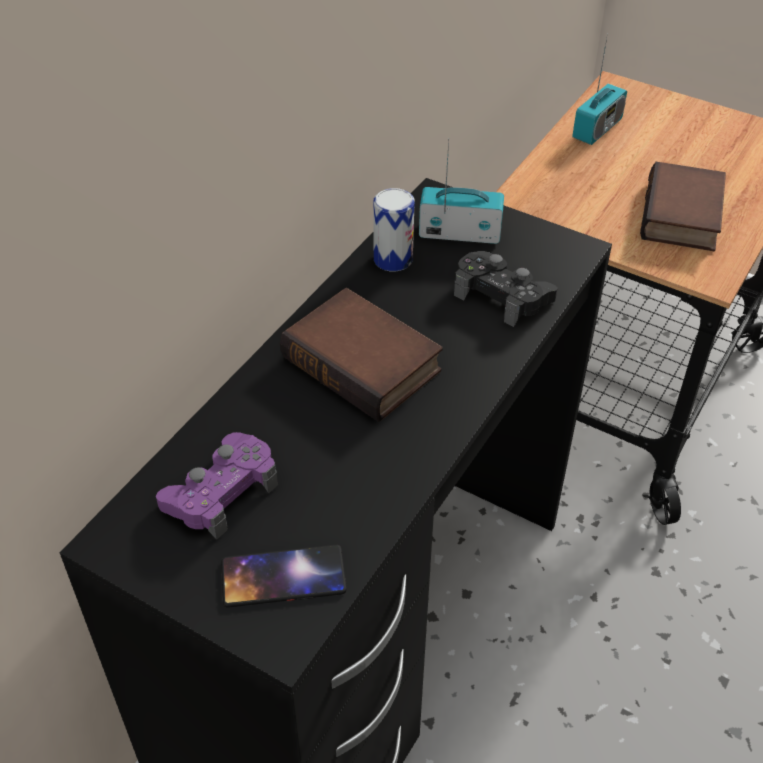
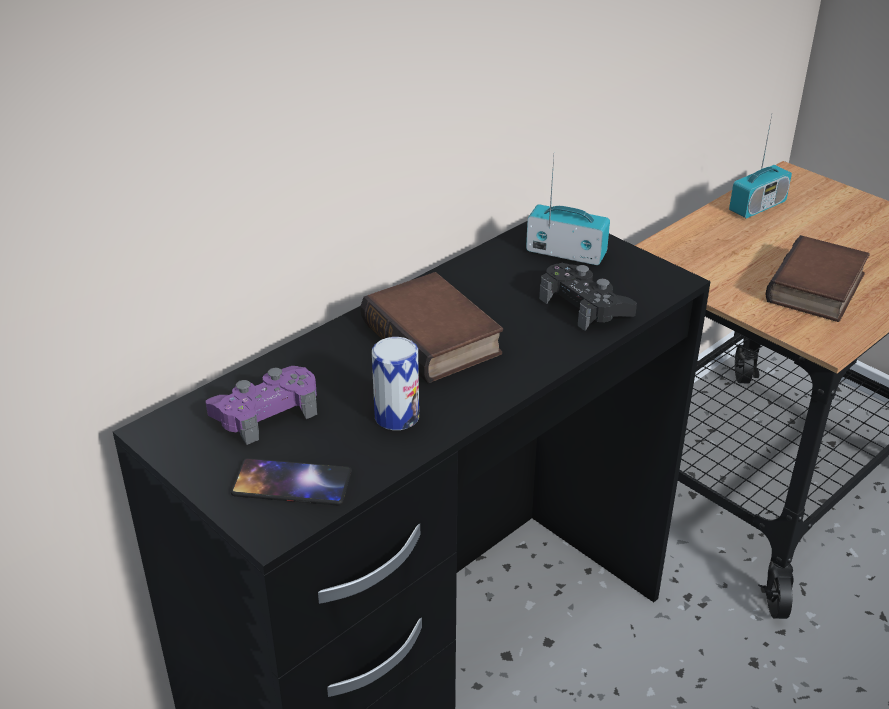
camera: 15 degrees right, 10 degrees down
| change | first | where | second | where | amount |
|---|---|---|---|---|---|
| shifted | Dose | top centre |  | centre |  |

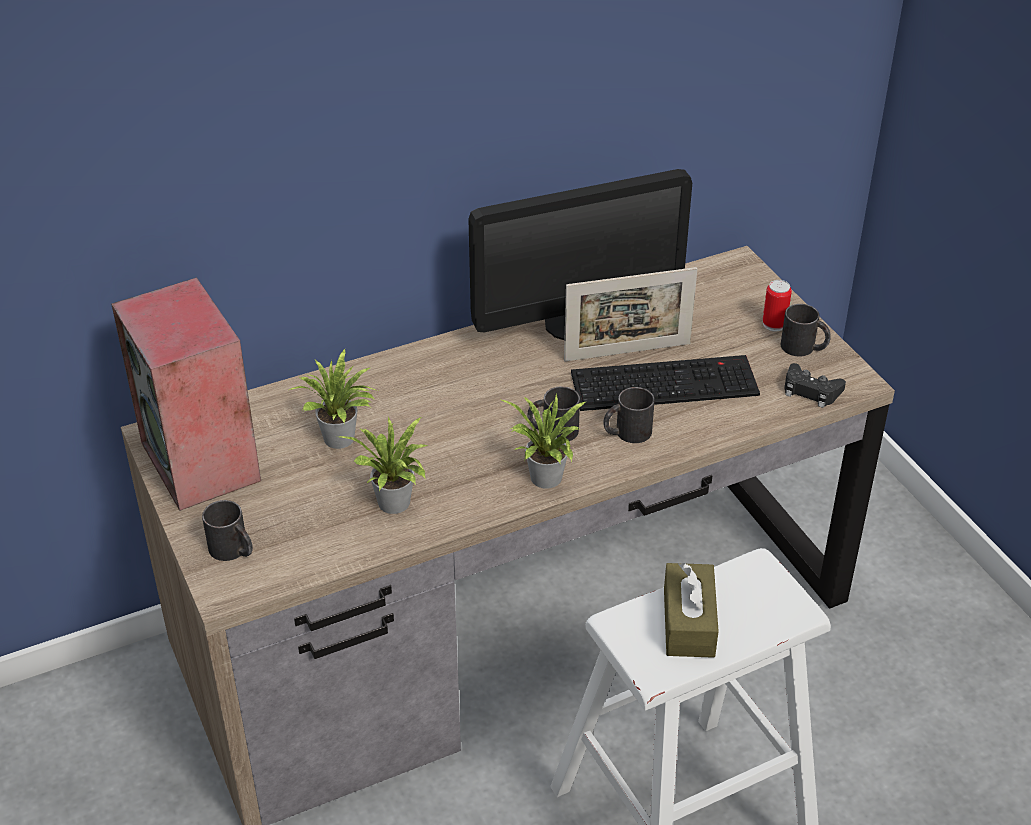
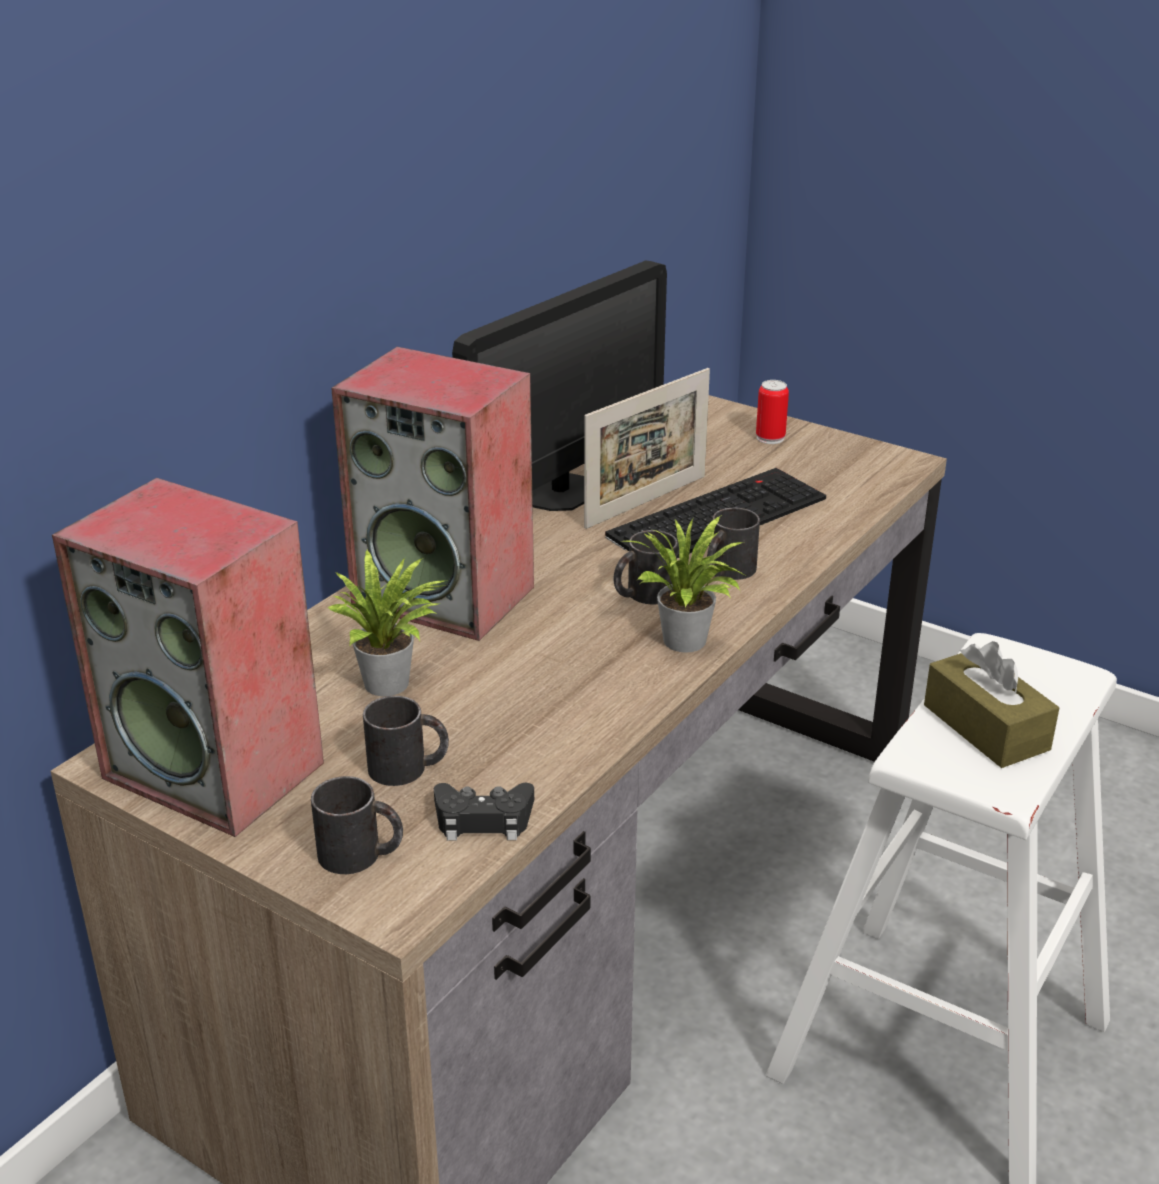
camera: 30 degrees left, 10 degrees down
| change | first | where | second | where | amount |
|---|---|---|---|---|---|
| new |  |  | Lautsprecher (no. 2 from left) | centre |  |
| shifted | Henkelbecher (schwarz) (no. 4 from left in the first image) | middle right | Henkelbecher (schwarz) (no. 2 from left) | centre |  |
| shifted | Gamepad (schwarz) | middle right |  | bottom centre |  |
| gone | Topfpflanze (no. 2 from left) | centre |  |  |  |

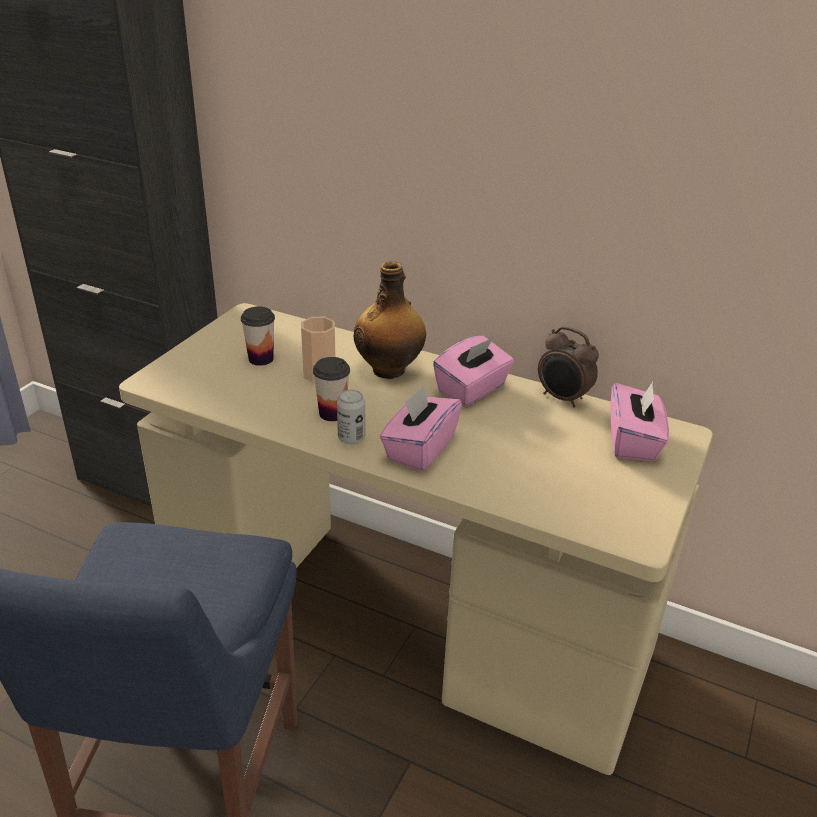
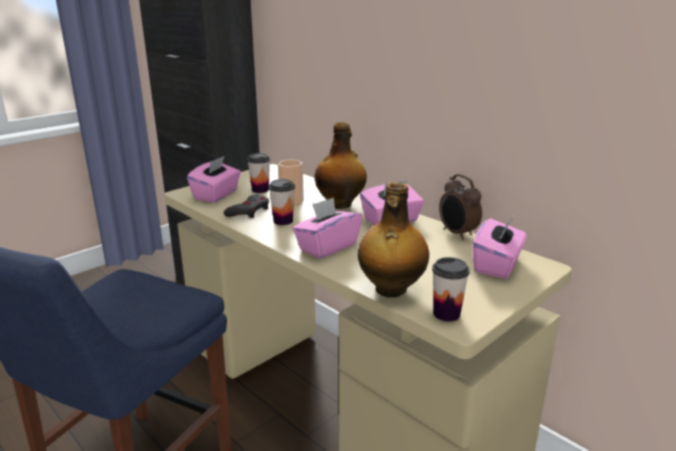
camera: 20 degrees right, 10 degrees down
| change | first | where | second | where | amount |
|---|---|---|---|---|---|
| new |  |  | Taschentuchbox (rosa) (no. 1 from left) | middle left |  |
| new |  |  | Gamepad (grau) | centre |  |
| new |  |  | Flasche (no. 2 from left) | centre |  |
| new |  |  | Tasse (no. 4 from left) | middle right |  |
| gone | Dose | centre |  |  |  |

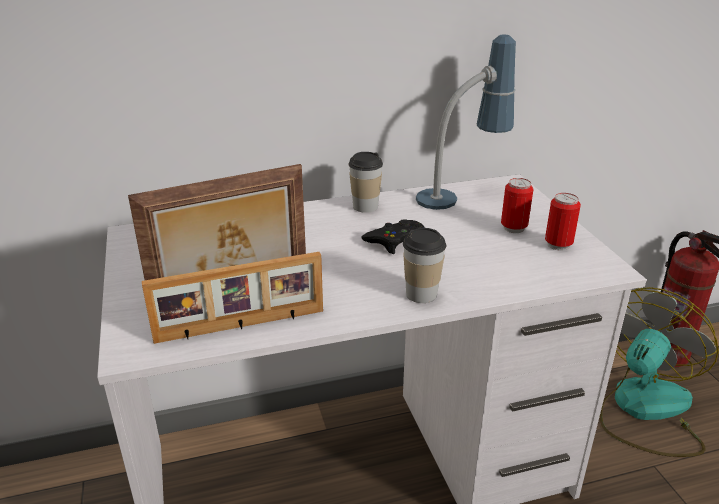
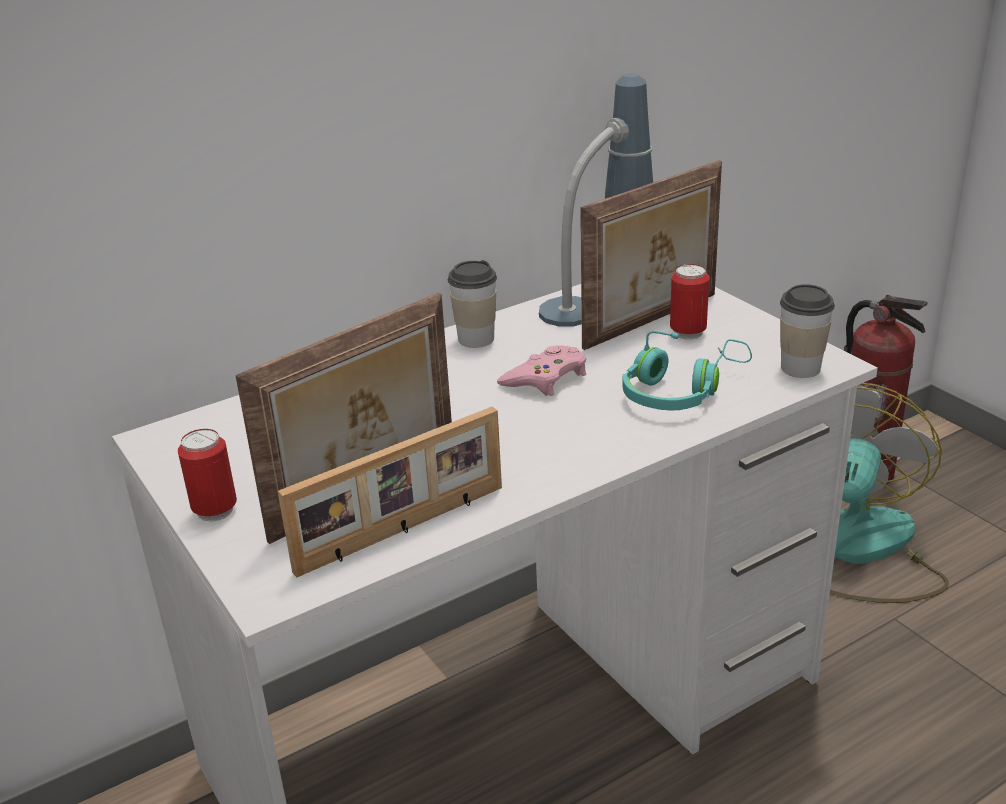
camera: 15 degrees left, 0 degrees up
| change | first | where | second | where | amount |
|---|---|---|---|---|---|
| shifted | Dose (no. 2 from left in the first image) | middle right | Dose (no. 1 from left) | middle left |  |
| repainted | Gamepad (schwarz) | centre | Gamepad (rosa) | centre |  |
| new |  |  | Bilderrahmen (no. 3 from left) | top centre |  |
| new |  |  | Kopfhörer (türkis) | middle right |  |
| shifted | Tasse (no. 2 from left) | centre |  | middle right |  |

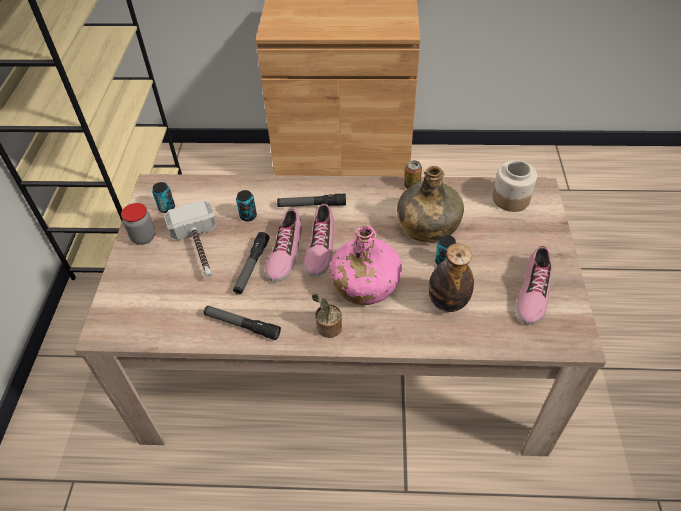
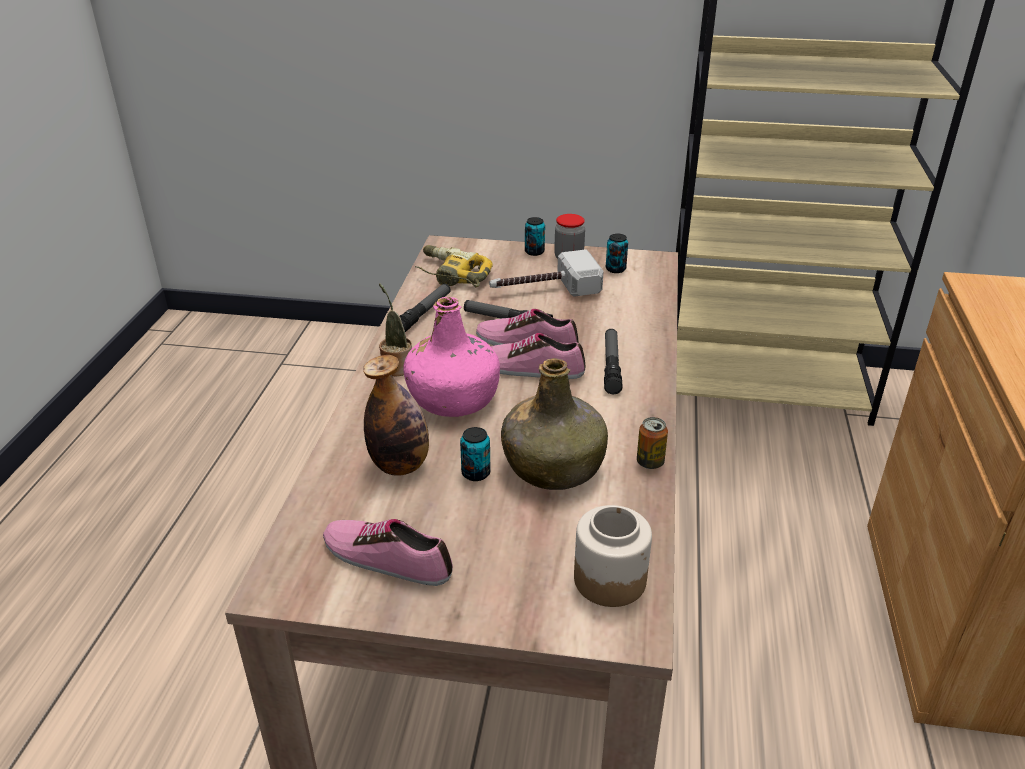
camera: 95 degrees right, 15 degrees down
| change | first | where | second | where | amount |
|---|---|---|---|---|---|
| new |  |  | Bohrmaschine | centre |  |
| shifted | Dose (no. 2 from left) | centre |  | top centre |  |

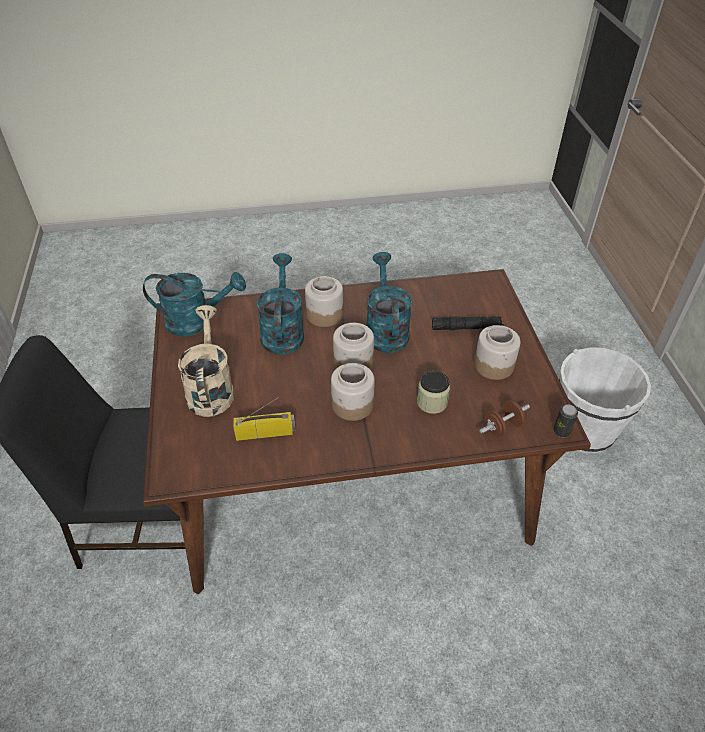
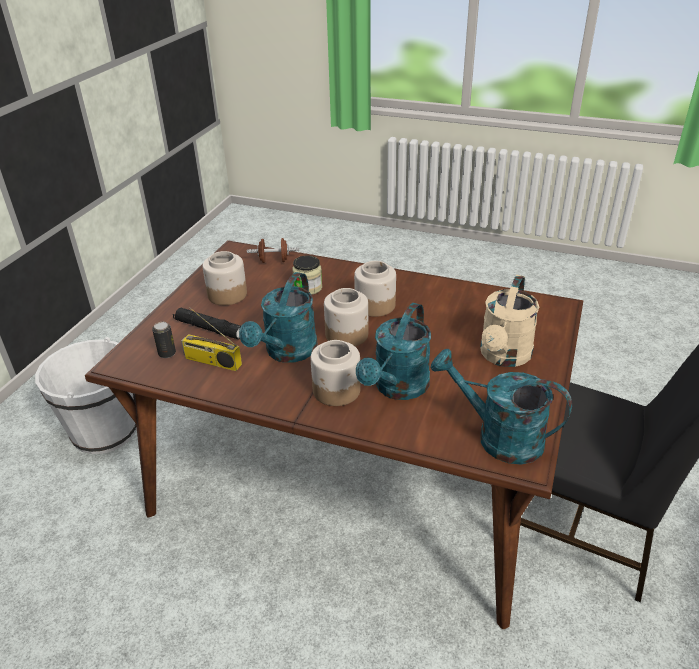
camera: 150 degrees left, 10 degrees down
| change | first | where | second | where | amount |
|---|---|---|---|---|---|
| shifted | Dose | middle right |  | middle left |  |
| shifted | Radio | centre |  | middle left |  |

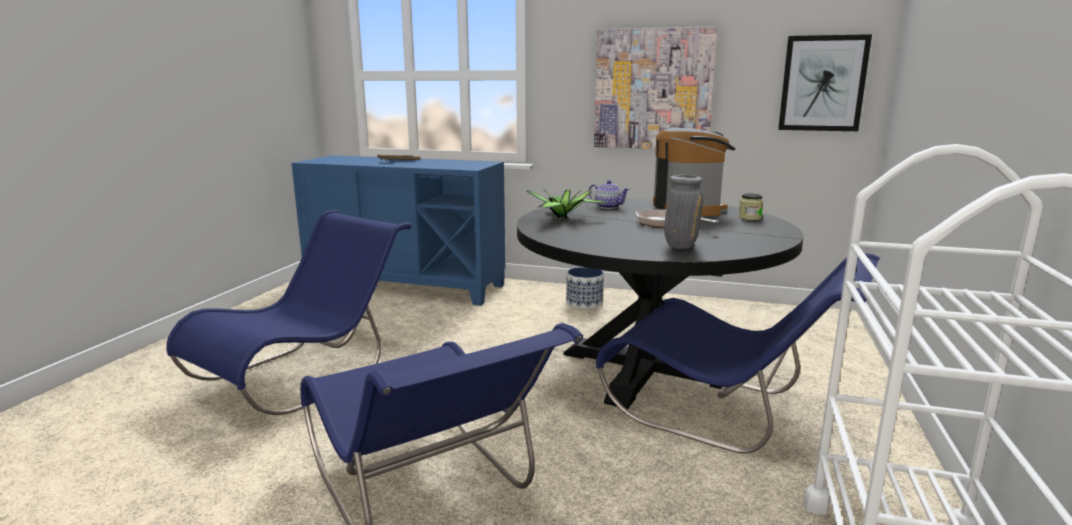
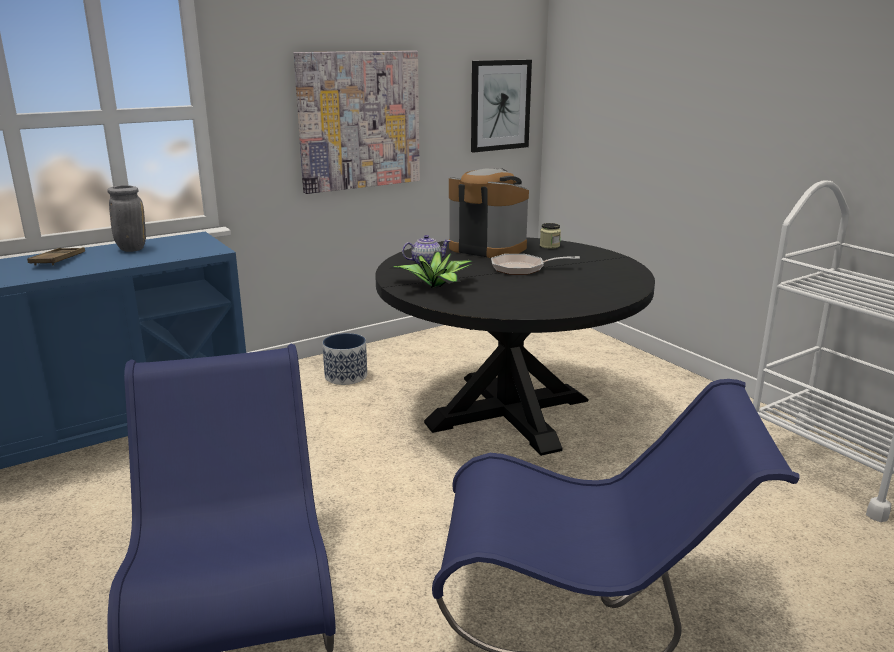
camera: 50 degrees left, 5 degrees up
| change | first | where | second | where | amount |
|---|---|---|---|---|---|
| shifted | Vase (grau) | centre |  | middle left |  |
| gone | Stuhl (blau) (no. 3 from left) | bottom right |  |  |  |

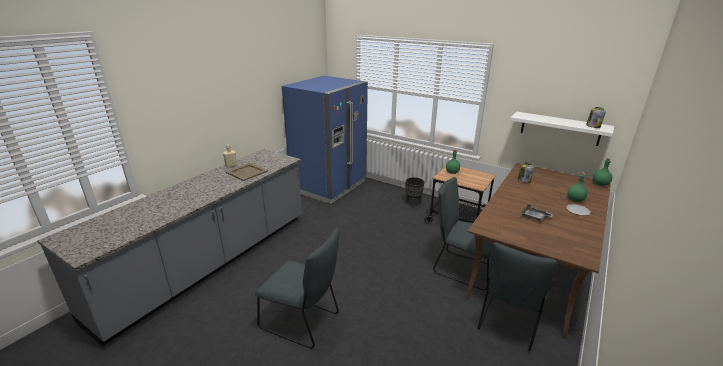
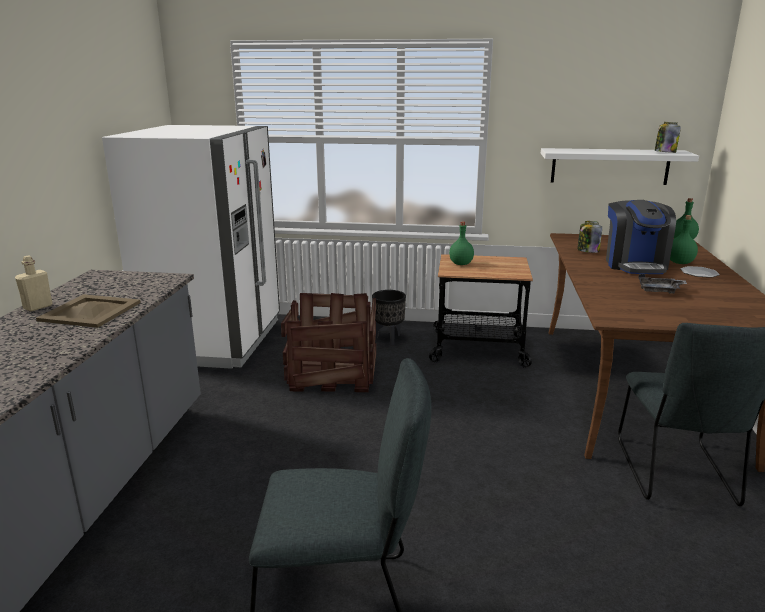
camera: 25 degrees left, 5 degrees down
| change | first | where | second | where | amount |
|---|---|---|---|---|---|
| repainted | Kühlschrank (blau) | centre | Kühlschrank (weiß) | middle left |  |
| new |  |  | Kiste | centre |  |
| new |  |  | Kaffeemaschine | middle right |  |
| gone | Stuhl (grau) (no. 2 from left) | centre |  |  |  |

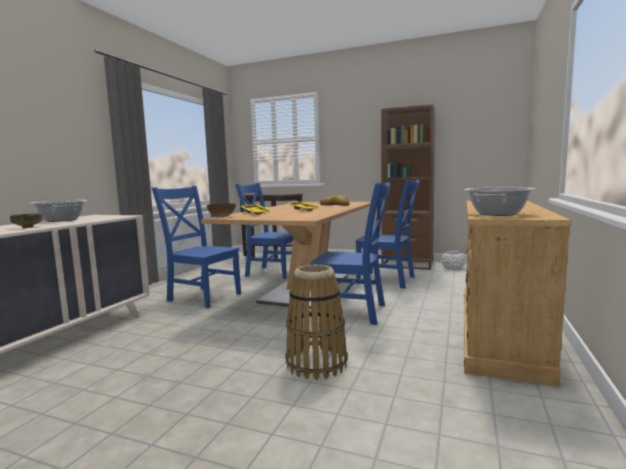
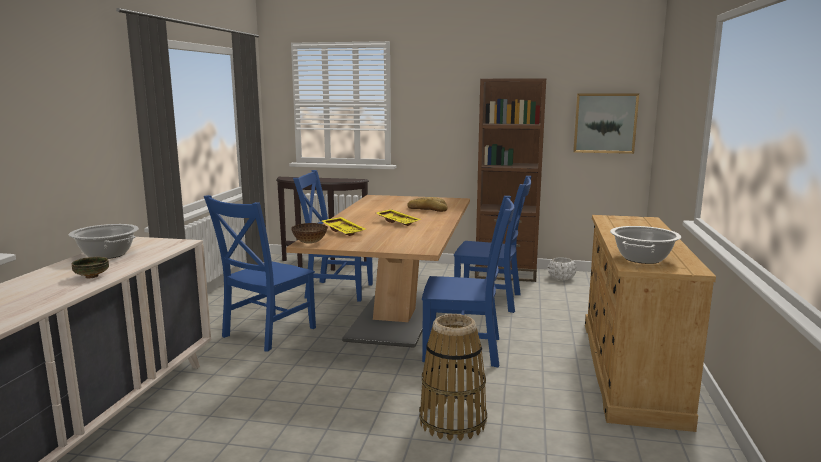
camera: 10 degrees left, 5 degrees up
| change | first | where | second | where | amount |
|---|---|---|---|---|---|
| rotated | Stuhl (blau) (no. 1 from left) | middle left |  | middle left | 75 degrees counterclockwise |
| new |  |  | Bild | top right |  |

